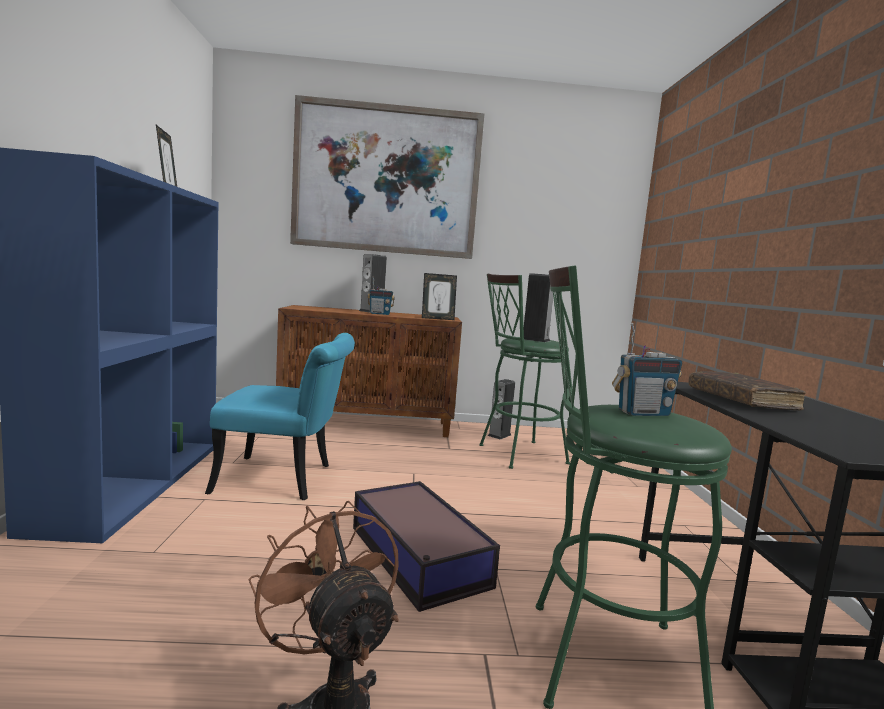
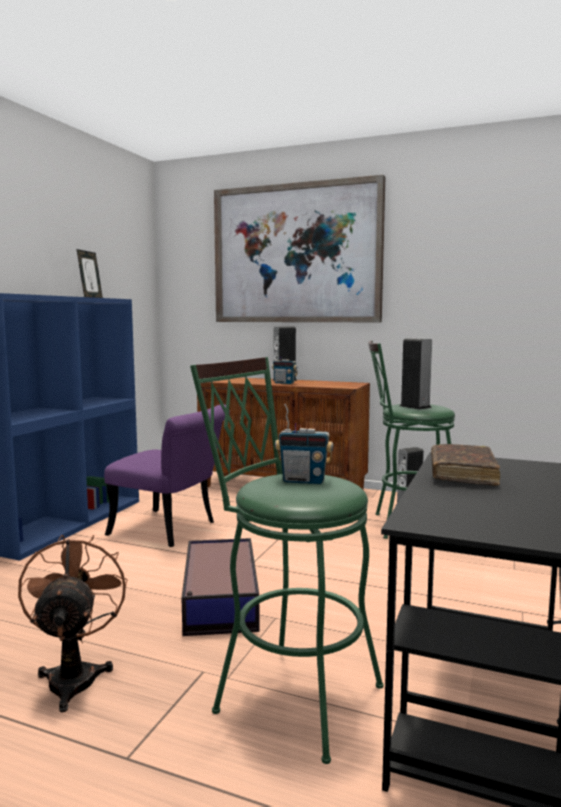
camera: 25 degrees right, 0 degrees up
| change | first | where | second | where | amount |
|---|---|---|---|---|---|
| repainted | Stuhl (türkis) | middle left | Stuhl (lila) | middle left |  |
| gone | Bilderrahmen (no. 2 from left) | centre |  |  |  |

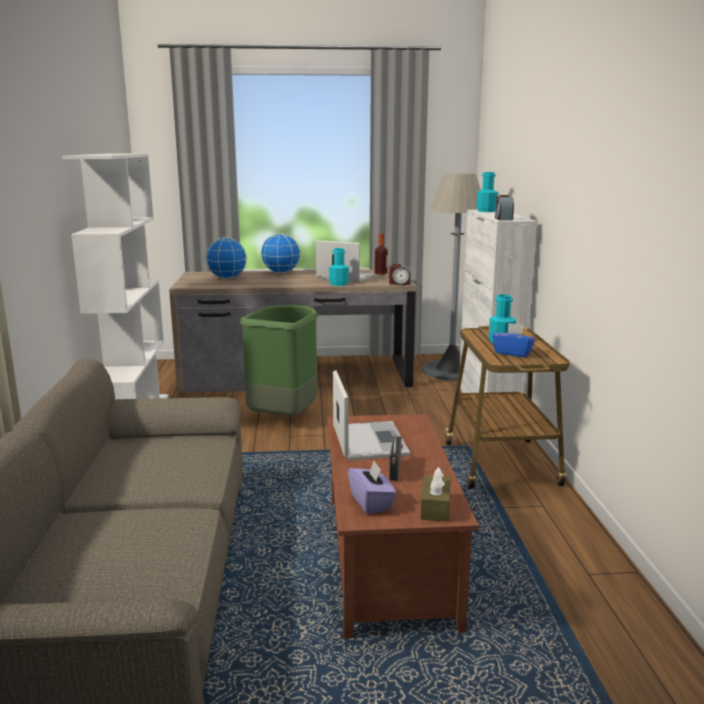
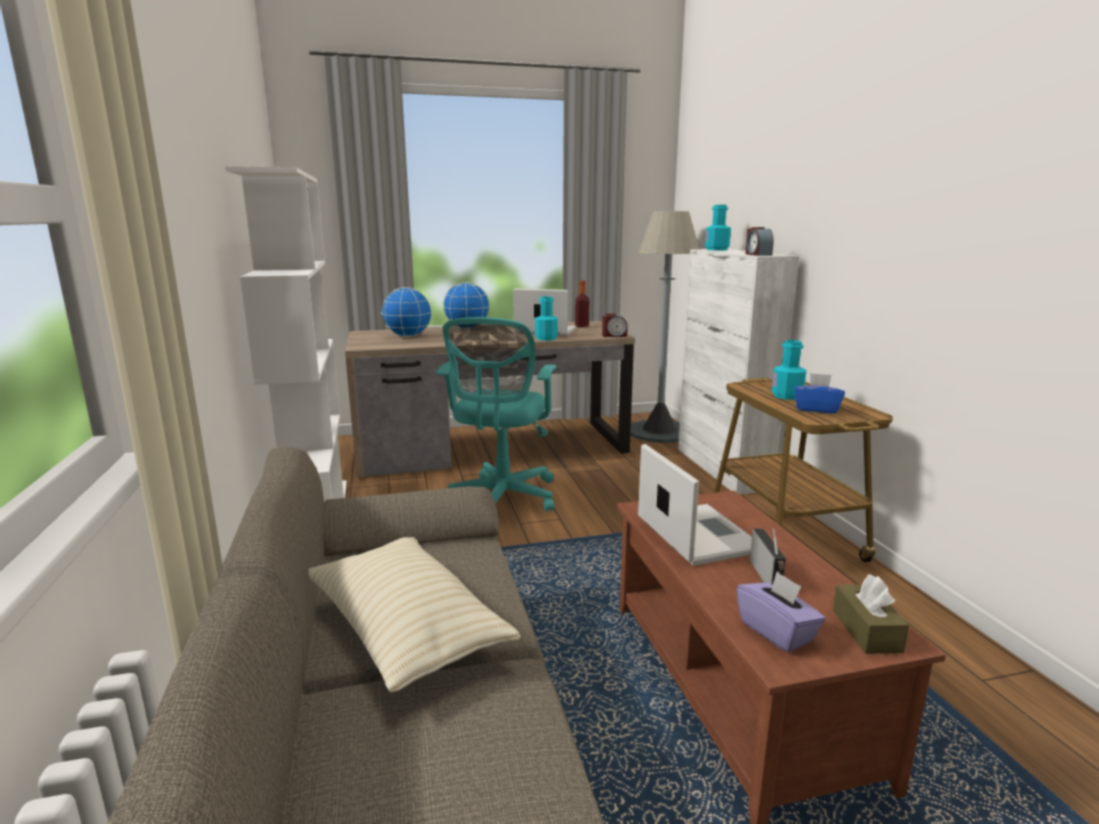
camera: 10 degrees left, 0 degrees up
| change | first | where | second | where | amount |
|---|---|---|---|---|---|
| new |  |  | Kissen (beige) | bottom centre |  |
| swapped | Mülleimer (grün) | centre | Bürostuhl (türkis) | centre |  |

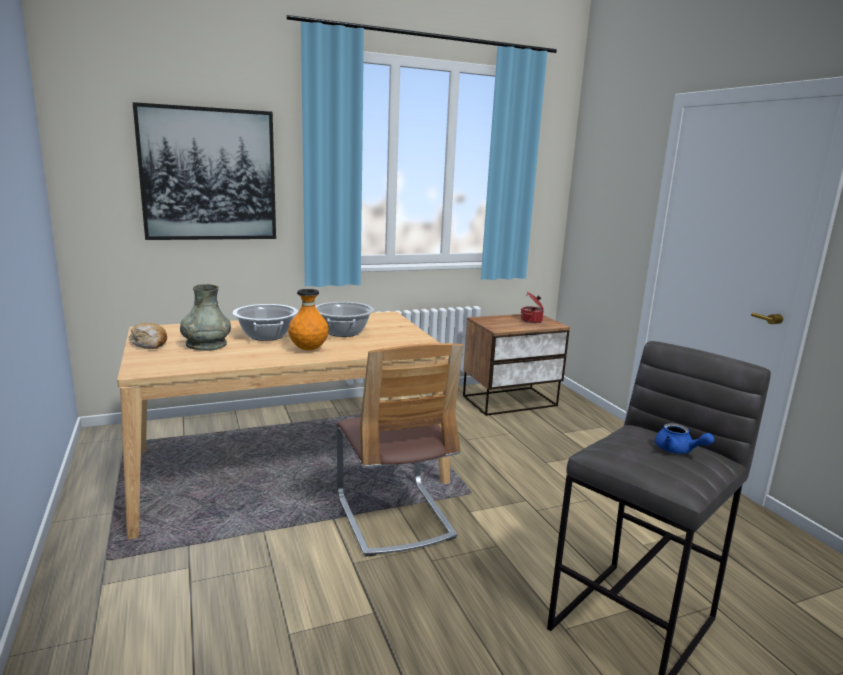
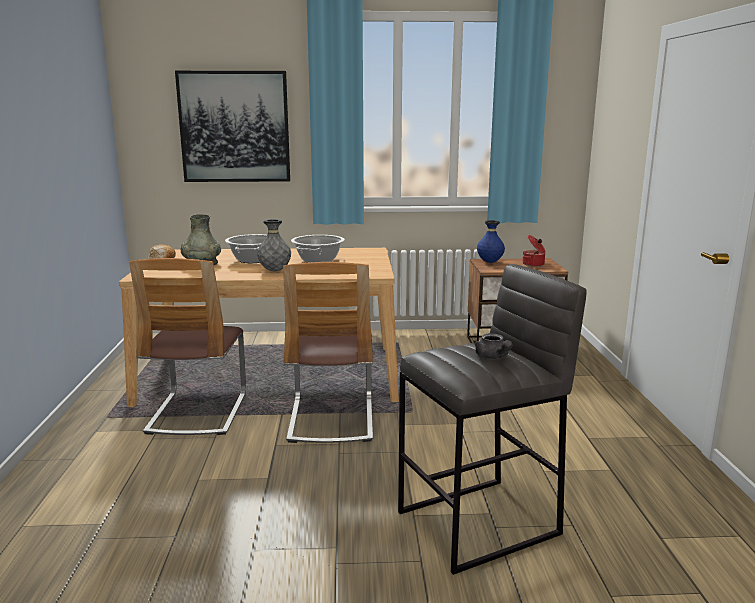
camera: 20 degrees right, 0 degrees up
| change | first | where | second | where | amount |
|---|---|---|---|---|---|
| new |  |  | Stuhl (no. 1 from left) | middle left |  |
| repainted | Vase (orange) | centre | Vase (grau) (no. 2 from left) | centre |  |
| repainted | Teekanne (blau) | middle right | Teekanne (grau) | centre |  |
| new |  |  | Vase (blau) | centre |  |

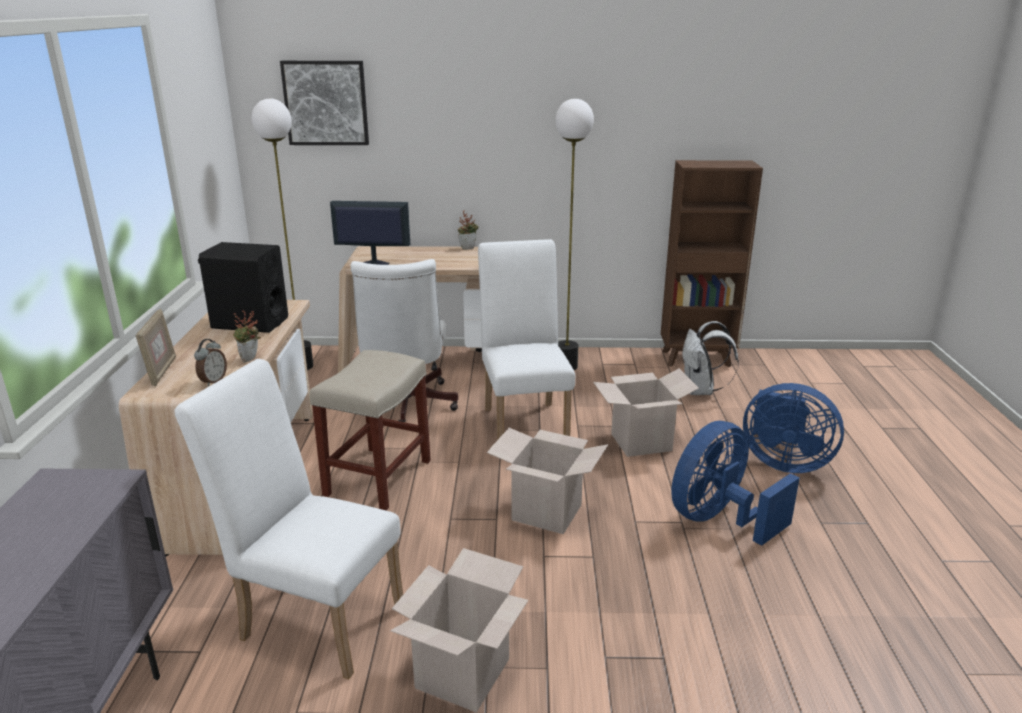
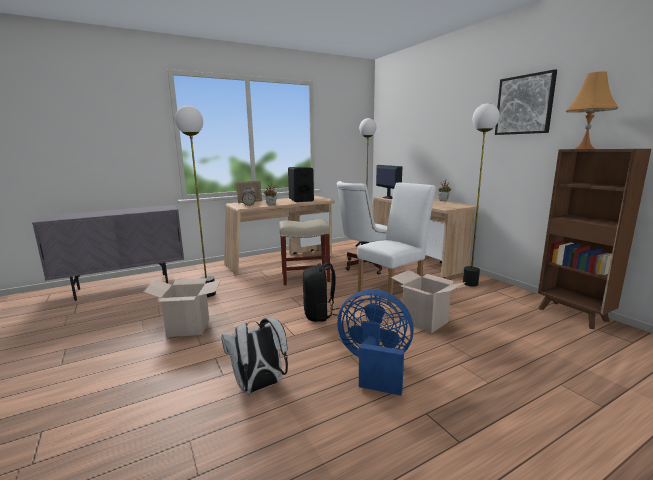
camera: 60 degrees right, 10 degrees down
| change | first | where | second | where | amount |
|---|---|---|---|---|---|
| swapped | Stuhl (weiß) (no. 1 from left) | bottom left | Stehlampe (no. 1 from left) | middle left |  |
| shifted | Rucksack (weiß) | middle right |  | bottom centre |  |
| swapped | Karton (no. 2 from left) | bottom centre | Rucksack (schwarz) | centre |  |
| shifted | Bild | top left |  | top right |  |
| new |  |  | Tischlampe (orange) | top right |  |
| gone | Ventilator (blau) (no. 2 from left) | middle right |  |  |  |

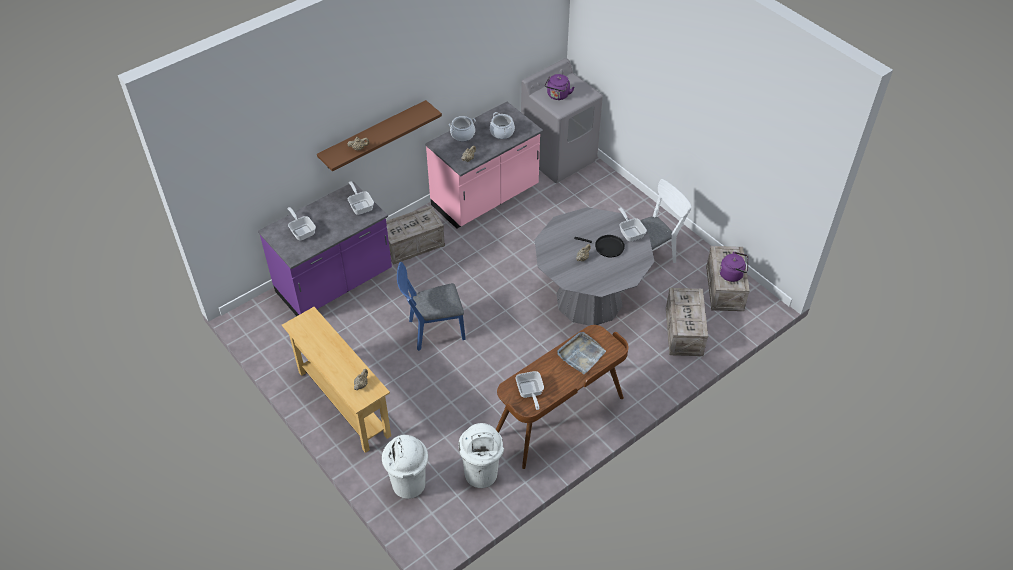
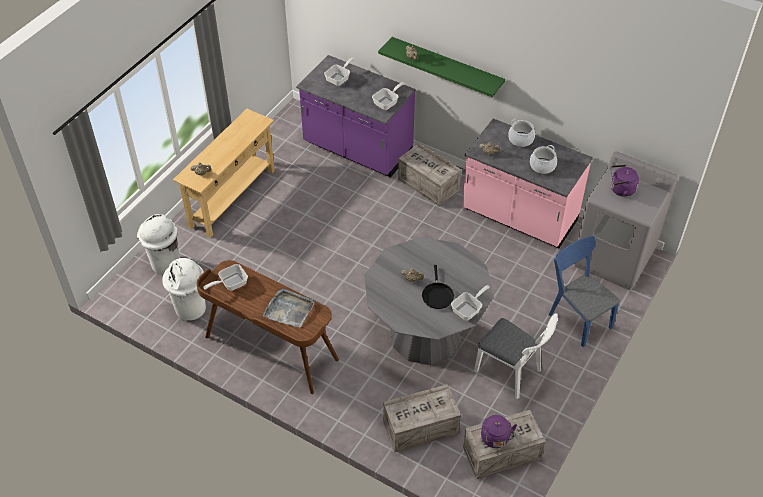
camera: 70 degrees right, 0 degrees up
| change | first | where | second | where | amount |
|---|---|---|---|---|---|
| repainted | Wandregal (braun) | top centre | Wandregal (grün) | top centre |  |
| shifted | Stuhl (blau) | centre |  | middle right |  |

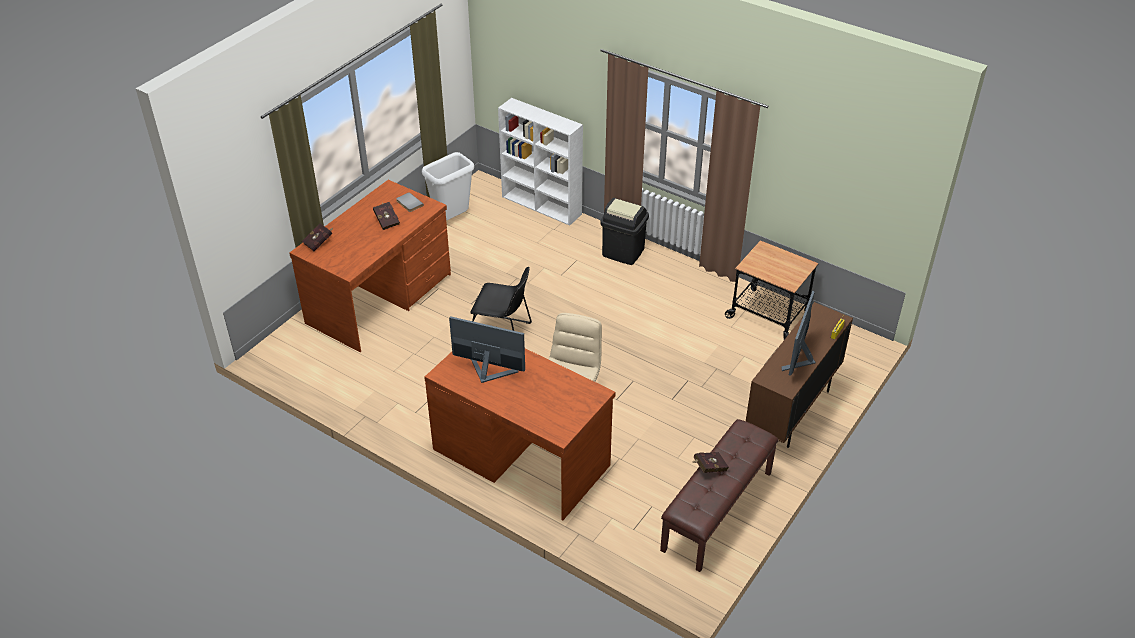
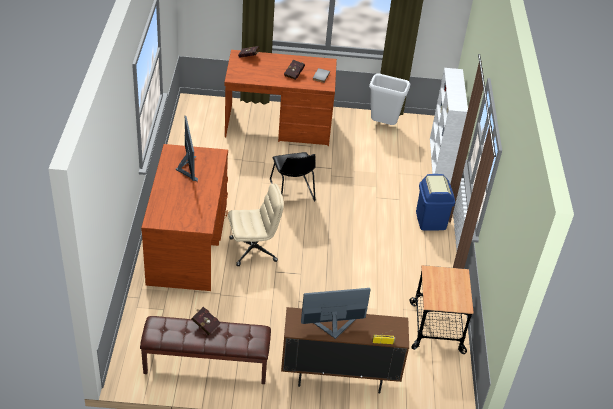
camera: 55 degrees right, 0 degrees up
| change | first | where | second | where | amount |
|---|---|---|---|---|---|
| repainted | Mülleimer (schwarz) | centre | Mülleimer (blau) | middle right |  |

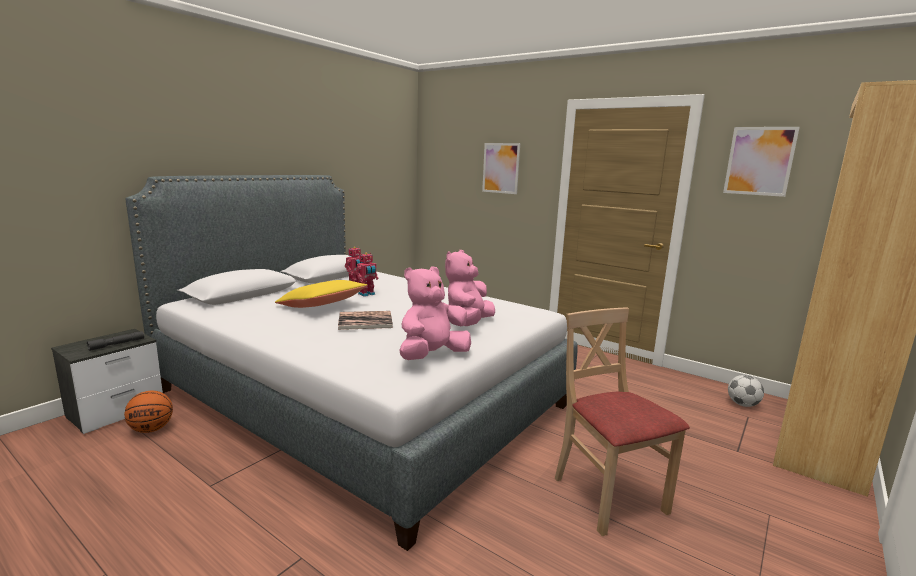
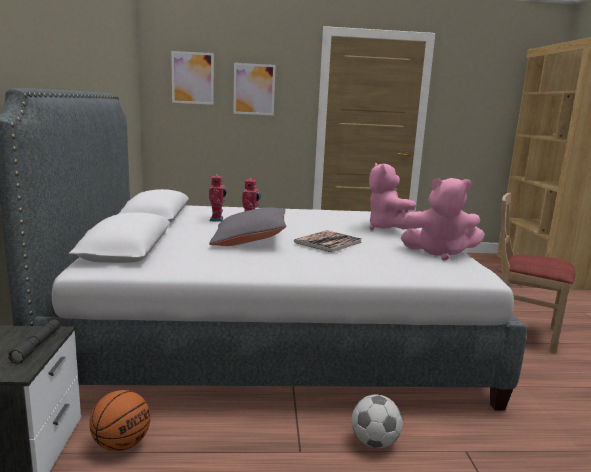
camera: 40 degrees left, 0 degrees up
| change | first | where | second | where | amount |
|---|---|---|---|---|---|
| shifted | Bild (no. 2 from left in the first image) | top right | Bild (no. 1 from left) | top left |  |
| repainted | Kissen (gelb) | centre | Kissen (grau) | centre |  |
| shifted | Fußball | bottom right |  | bottom centre |  |
| rotated | Plüschtier (rosa) (no. 1 from left in the first image) | centre | Plüschtier (rosa) (no. 2 from left) | middle right | 90 degrees counterclockwise |

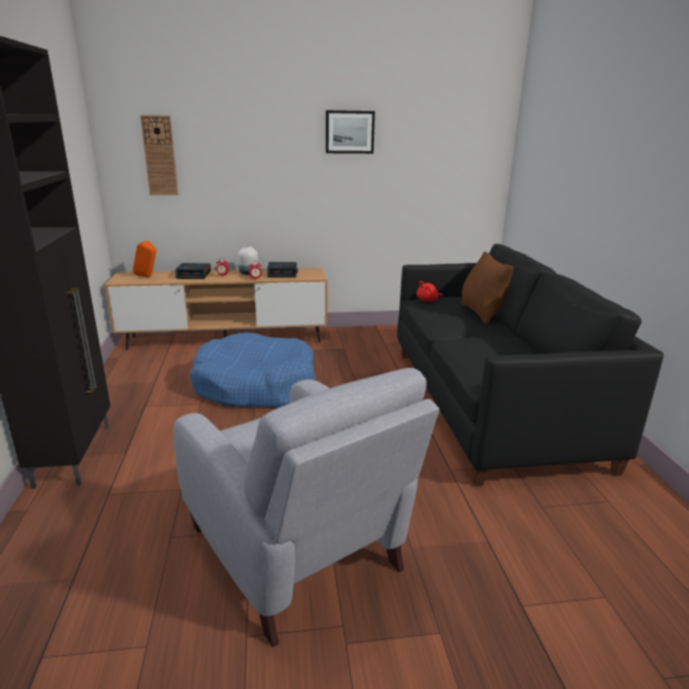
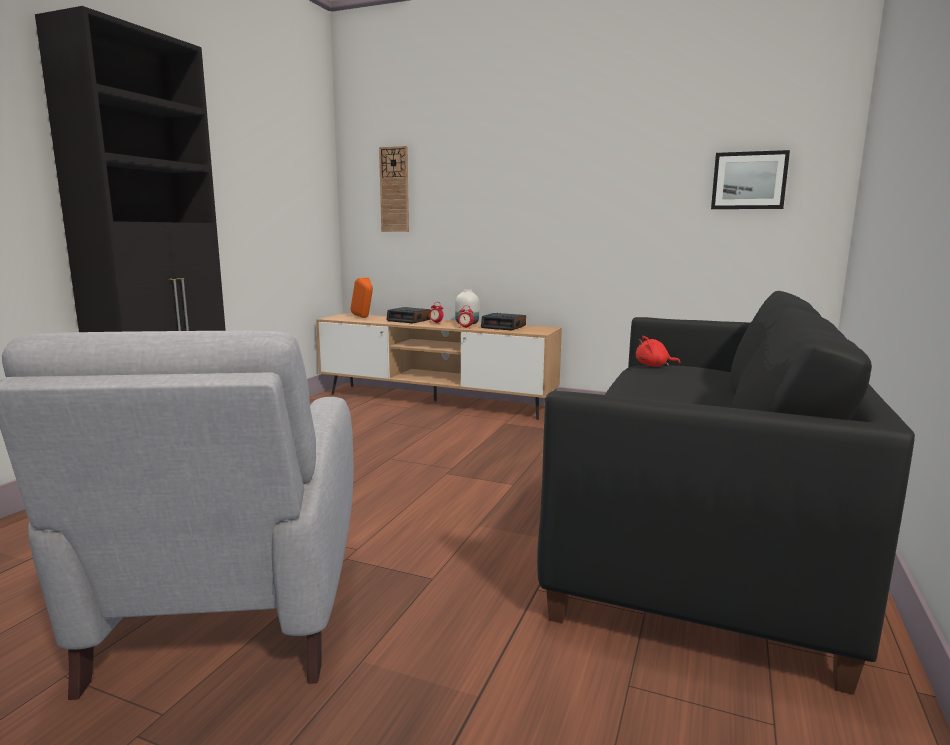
camera: 30 degrees right, 10 degrees down
| change | first | where | second | where | amount |
|---|---|---|---|---|---|
| shifted | Bild | top centre |  | top right |  |
| gone | Hundebett (blau) | centre |  |  |  |
| gone | Kissen (braun) | middle right |  |  |  |

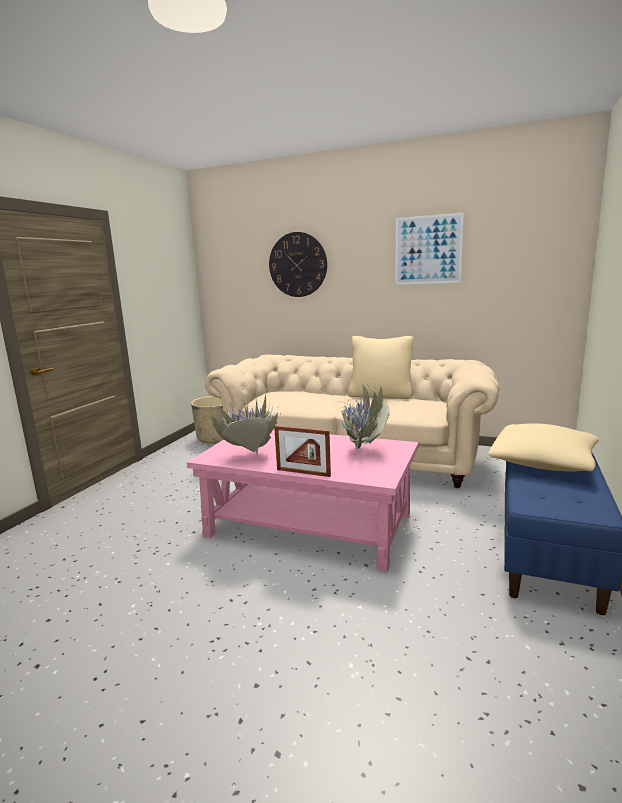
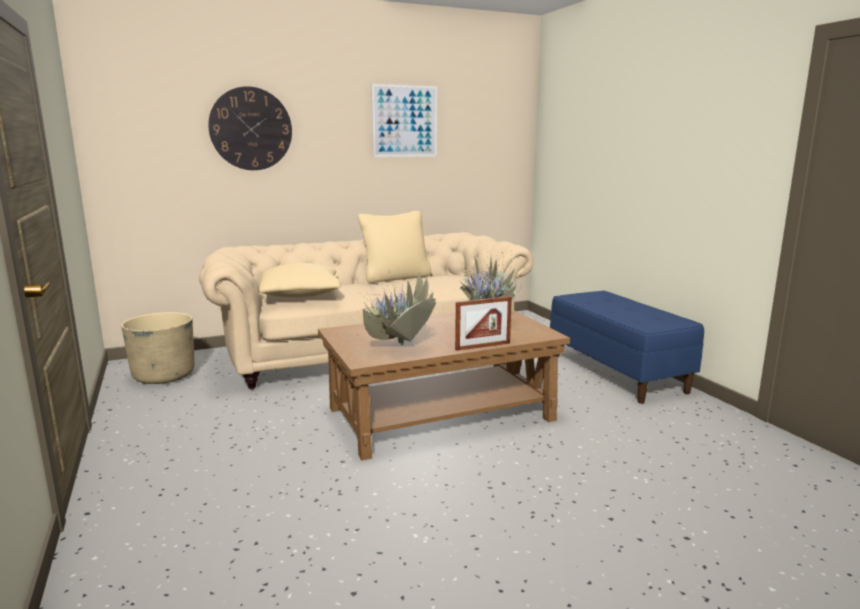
camera: 45 degrees left, 0 degrees up
| change | first | where | second | where | amount |
|---|---|---|---|---|---|
| shifted | Kissen (beige) (no. 2 from left in the first image) | middle right | Kissen (beige) (no. 1 from left) | centre |  |
| repainted | Couchtisch (rosa) | centre | Couchtisch (braun) | centre |  |

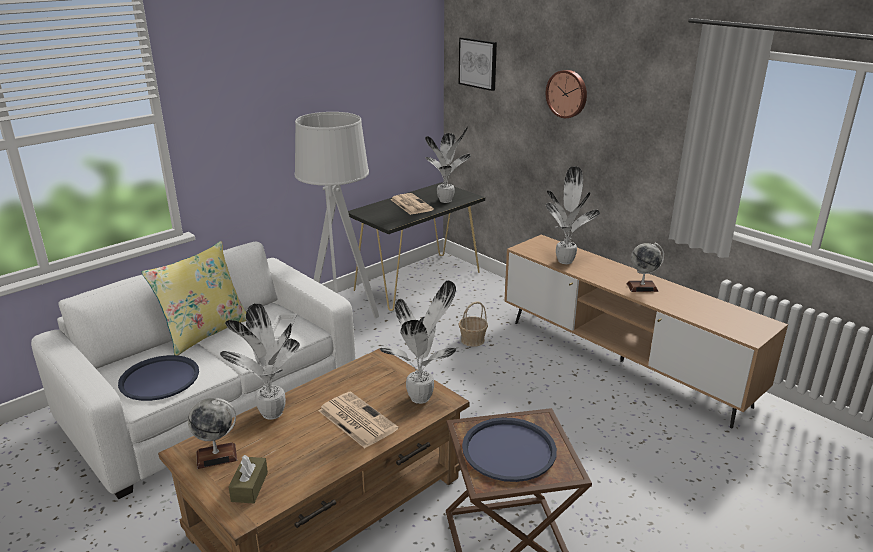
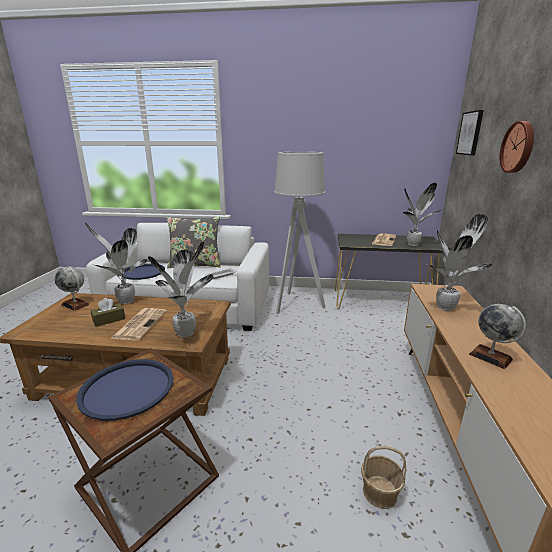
camera: 50 degrees right, 5 degrees down
| change | first | where | second | where | amount |
|---|---|---|---|---|---|
| shifted | Taschentuchbox (braun) | bottom left |  | middle left |  |
| repainted | Kissen (gelb) | middle left | Kissen (grau) | centre |  |
| shifted | Korb | centre |  | bottom right |  |

